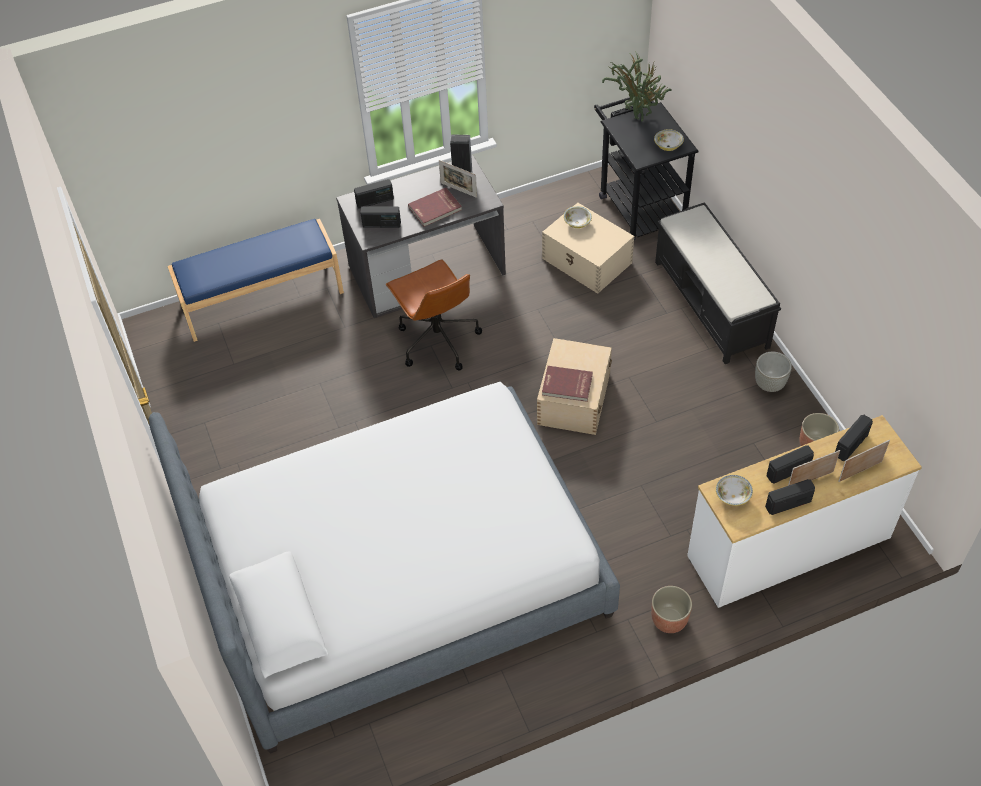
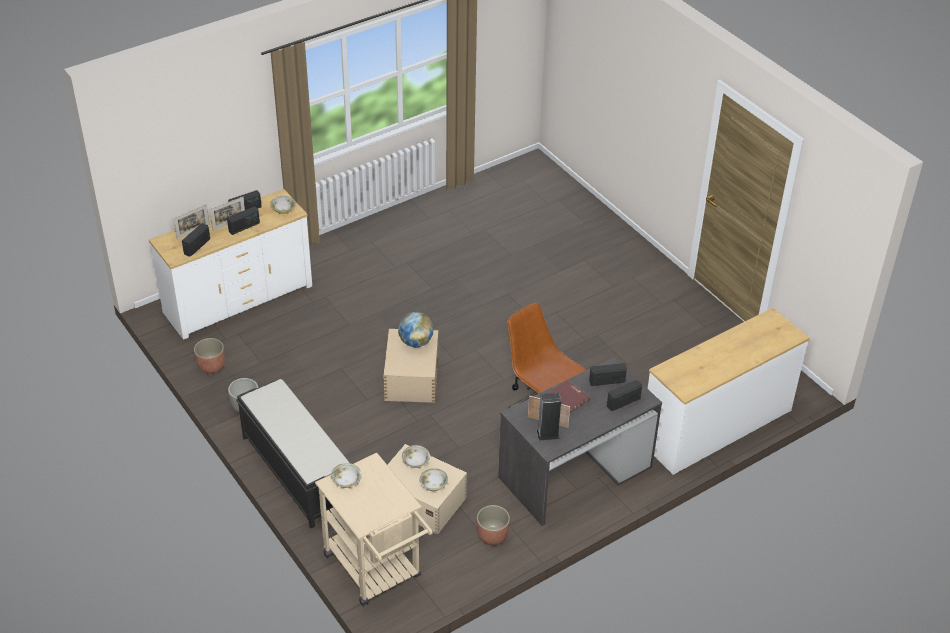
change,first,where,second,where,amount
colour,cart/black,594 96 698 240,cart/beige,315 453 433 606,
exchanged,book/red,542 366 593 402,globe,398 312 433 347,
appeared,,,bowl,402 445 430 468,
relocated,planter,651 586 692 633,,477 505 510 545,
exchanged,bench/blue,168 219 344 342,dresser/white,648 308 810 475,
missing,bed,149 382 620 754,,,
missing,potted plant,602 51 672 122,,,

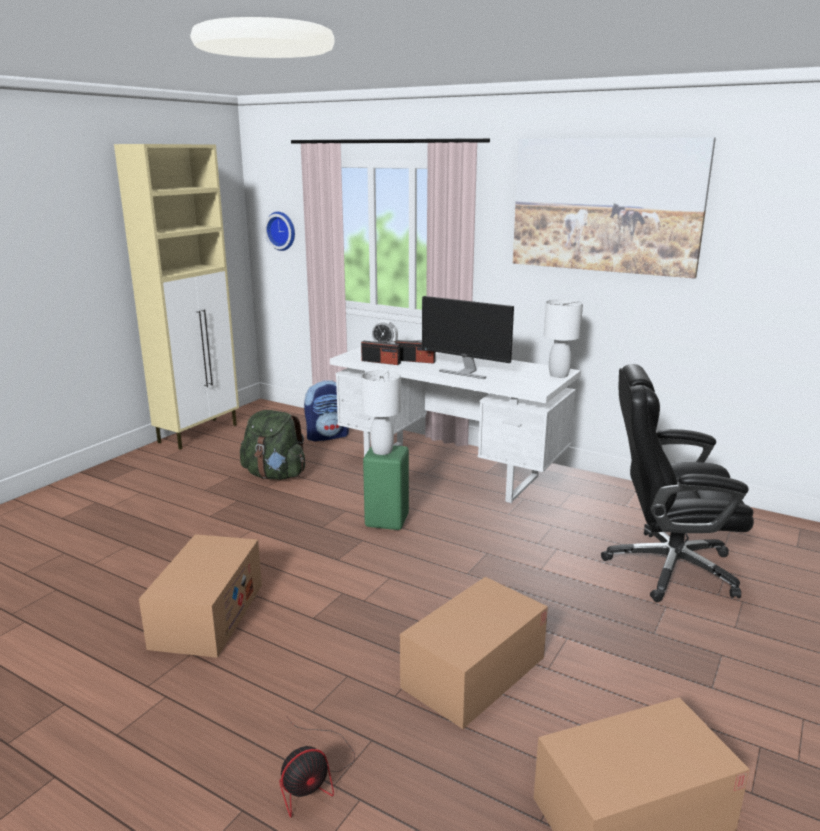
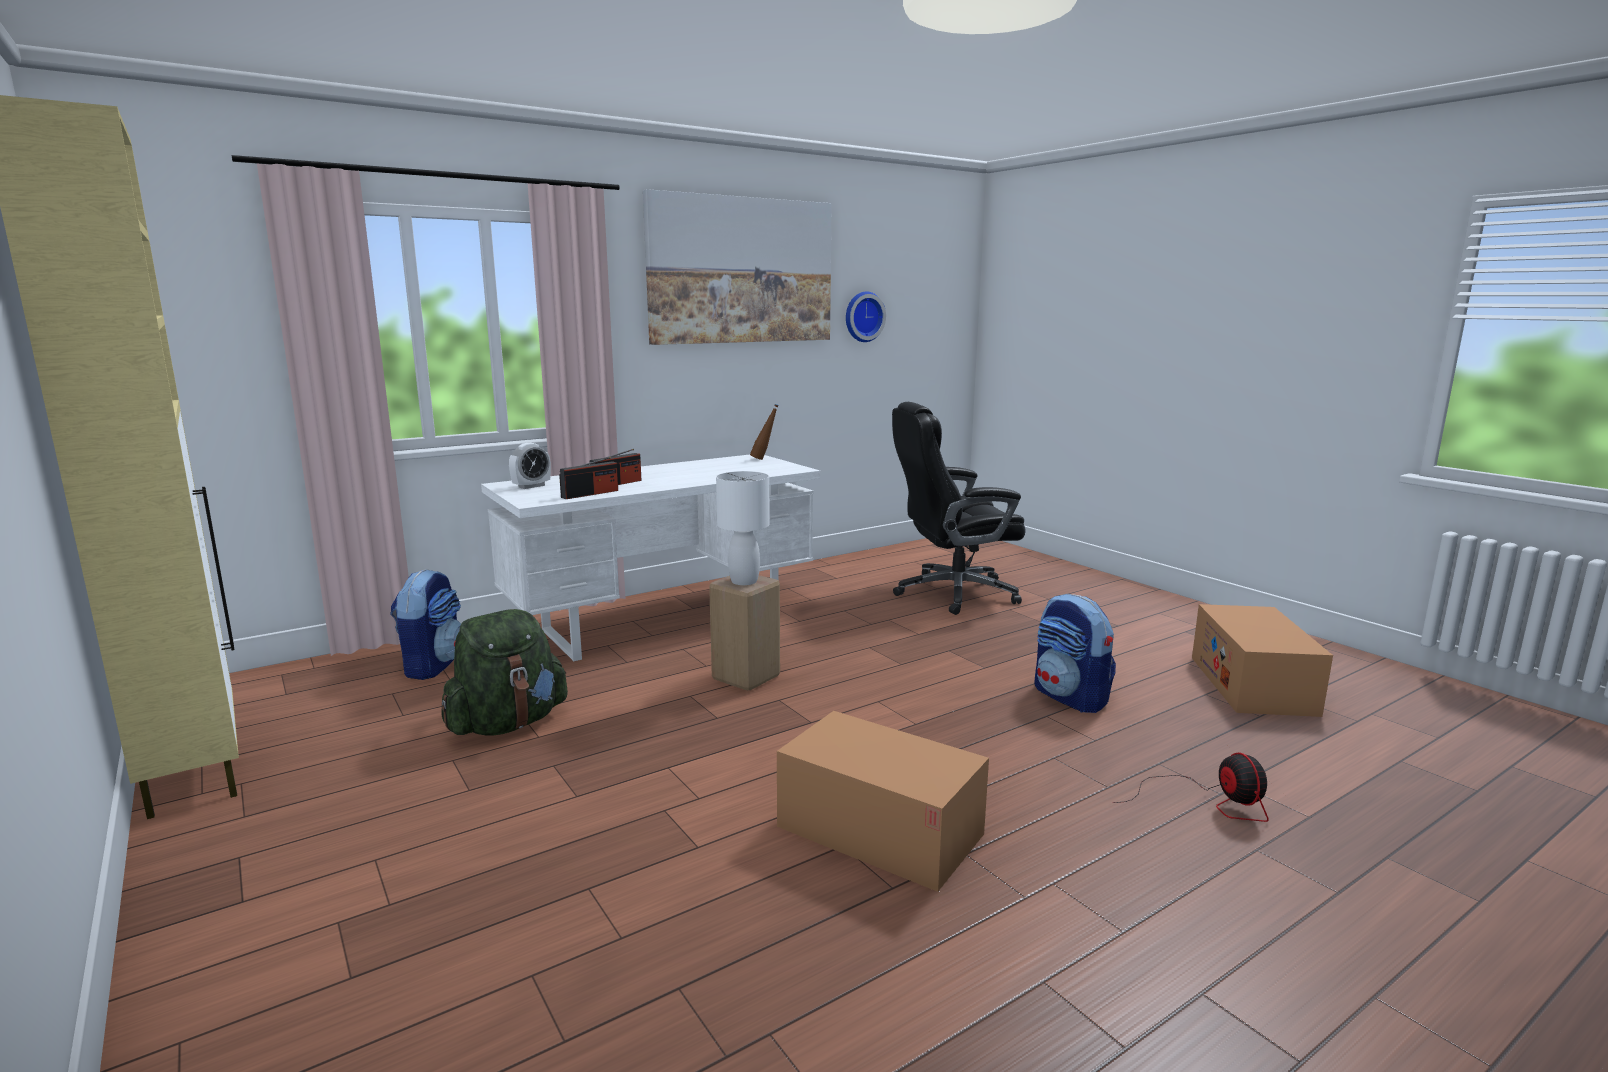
change,first,where,second,where,amount
colour,stool/green,363 445 409 530,stool/beige,709 575 780 690,
exchanged,table lamp/white,544 299 583 378,bottle/brown,750 404 779 460,
relocated,wall clock,264 212 295 251,,846 292 886 342,
spun,office chair/black,601 364 754 602,,892 402 1025 615,45 degrees clockwise
exchanged,cardboard box,400 577 548 729,backpack,1034 594 1116 713,
missing,monitor,422 296 514 379,,,

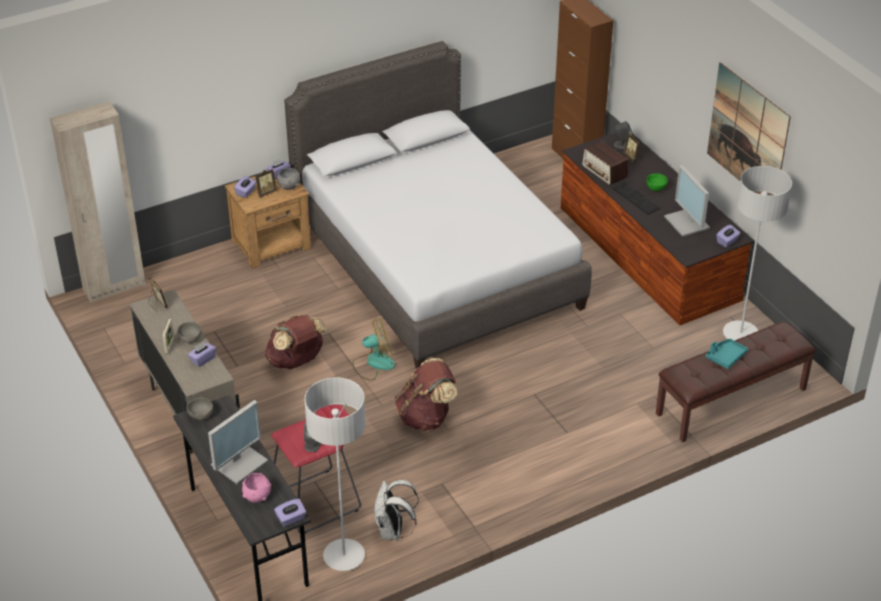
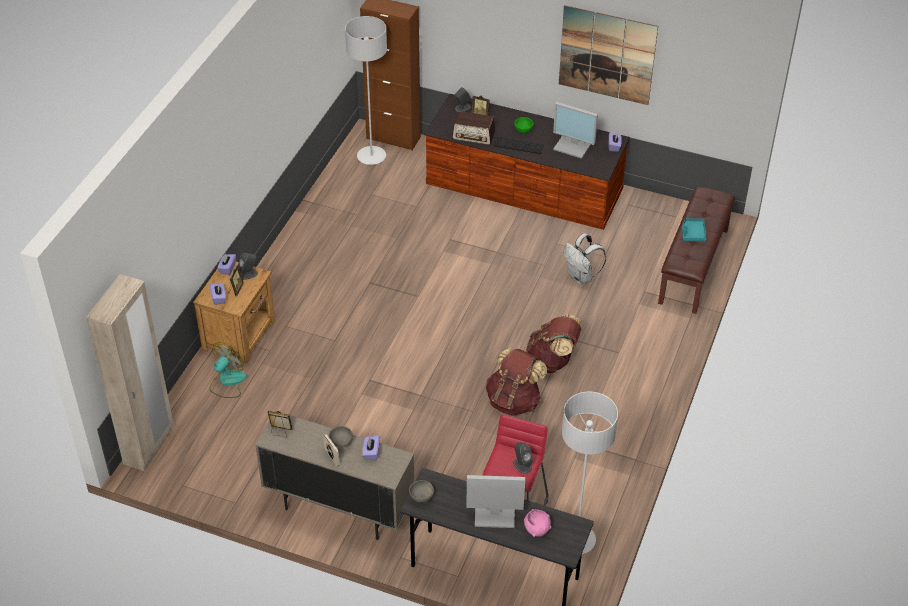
change,first,where,second,where,amount
relocated,fan,352 318 395 381,,209 342 247 398,
exchanged,bowl/grey,277 168 300 190,speaker/grey,238 253 258 280,
relocated,floor lamp/grey,723 166 792 341,,345 16 387 165,
spun,monitor,208 400 268 484,,466 475 525 528,90 degrees counterclockwise
relocated,backpack/brown,265 315 328 369,,526 314 581 373,
relocated,backpack/white,374 480 419 540,,564 233 606 284,
missing,tissue box/purple,274 499 306 527,,,
missing,bed/grey,284 41 592 369,,,

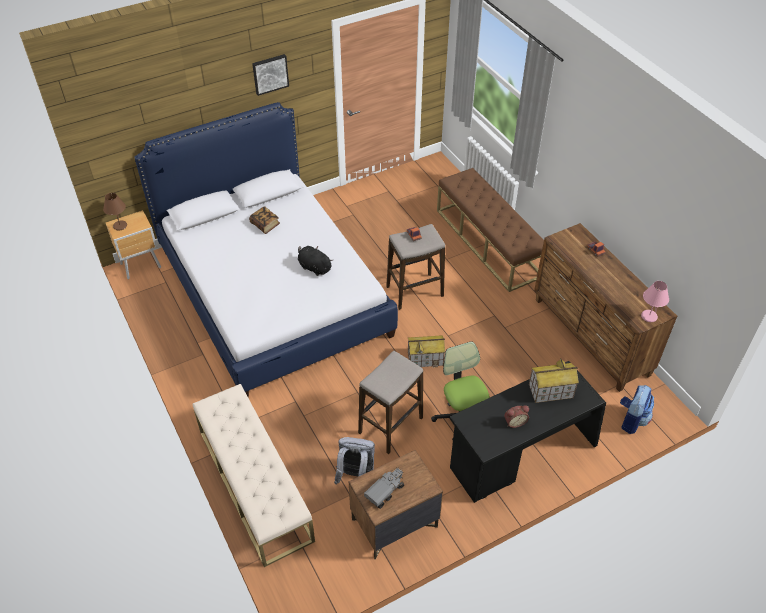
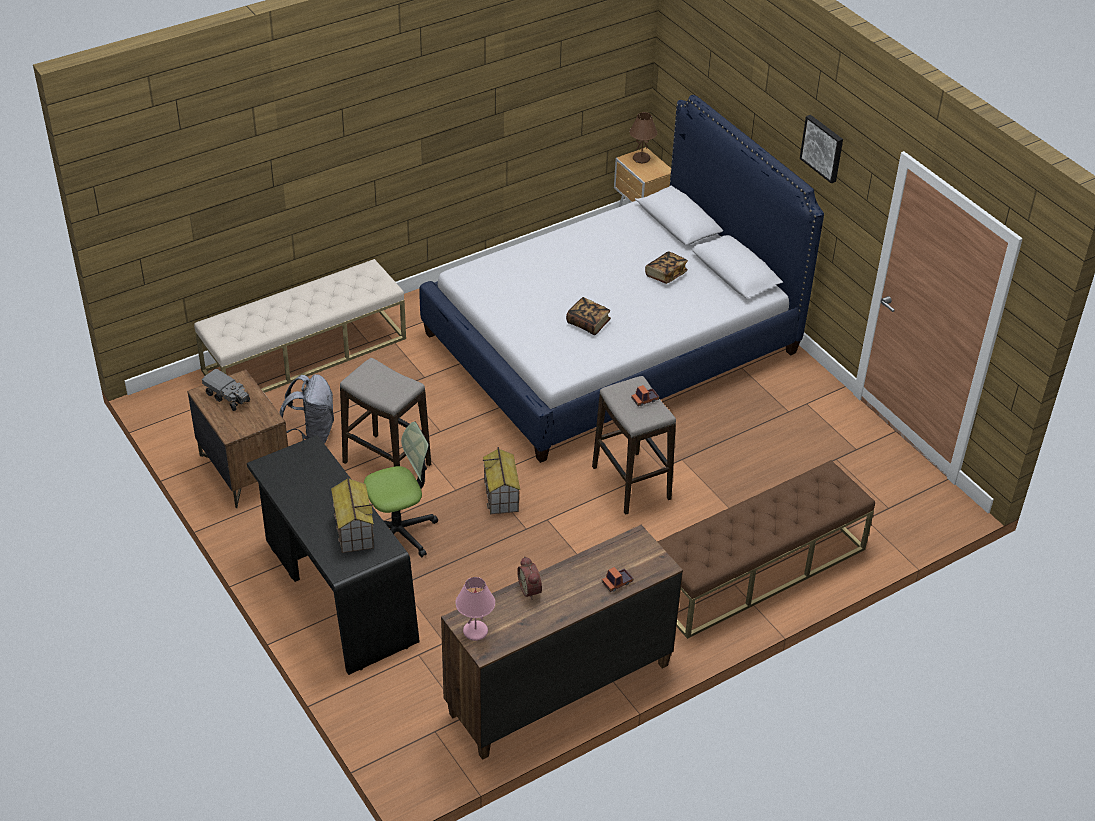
change,first,where,second,where,amount
relocated,alarm clock,504 405 529 428,,517 556 542 600,
exchanged,plush toy/black,298 246 333 276,book,566 297 611 335,
missing,backpack,620 385 654 434,,,

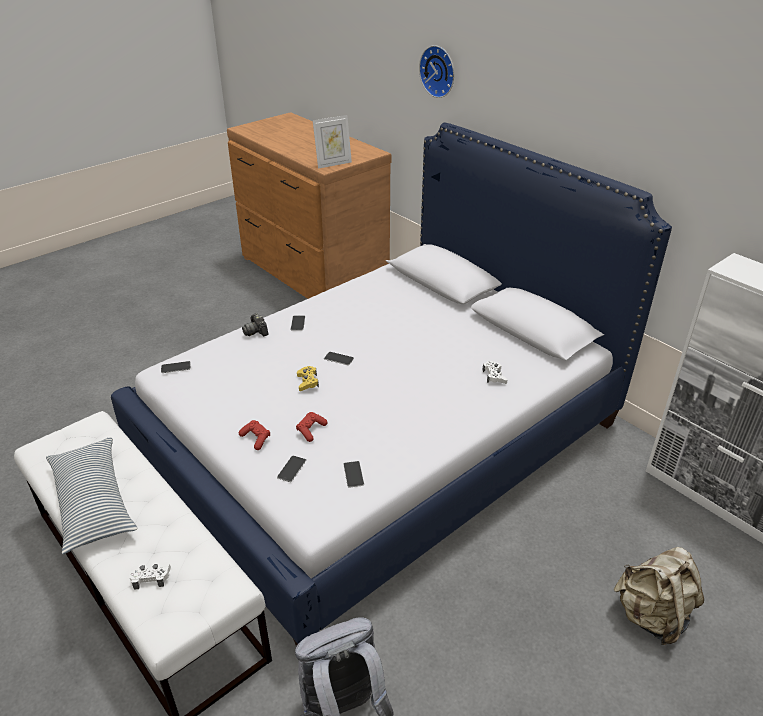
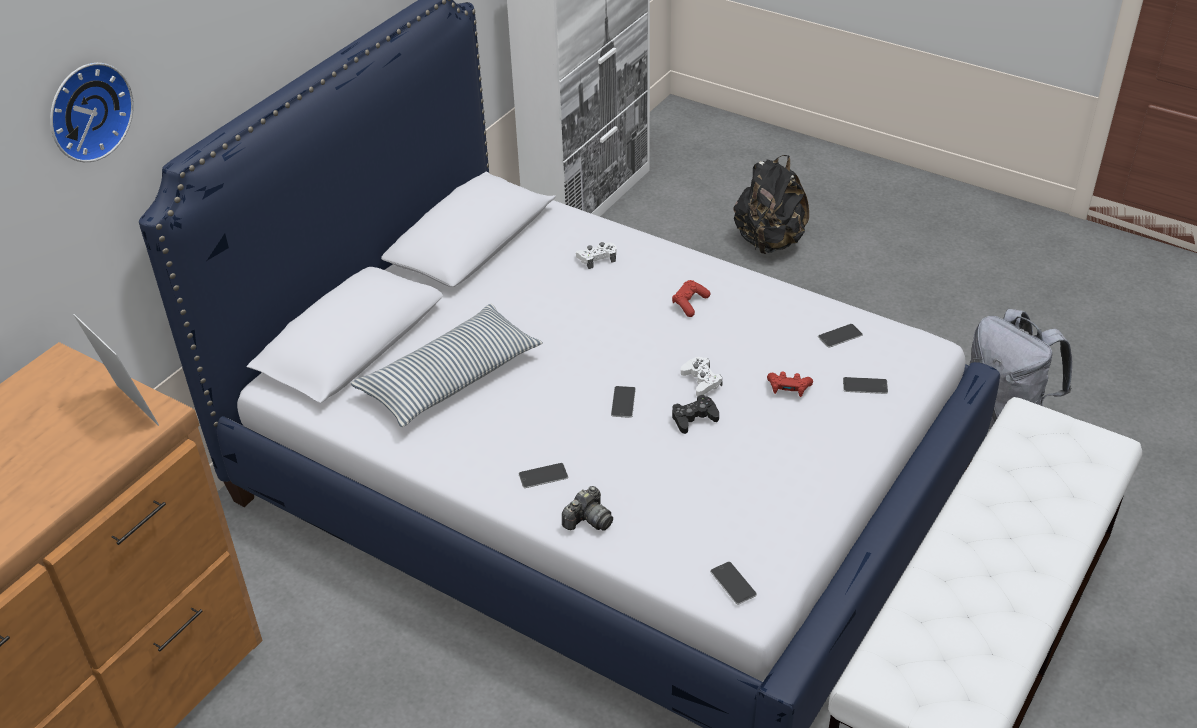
change,first,where,second,where,amount
relocated,pillow,46 437 137 554,,351 304 543 427,
relocated,game controller/red,239 420 270 450,,672 280 710 317,
colour,game controller/yellow,297 366 319 391,game controller/black,672 395 719 434,
relocated,game controller/white,129 562 171 590,,681 357 723 396,
colour,backpack/beige,614 547 704 645,backpack/black,734 155 809 254,

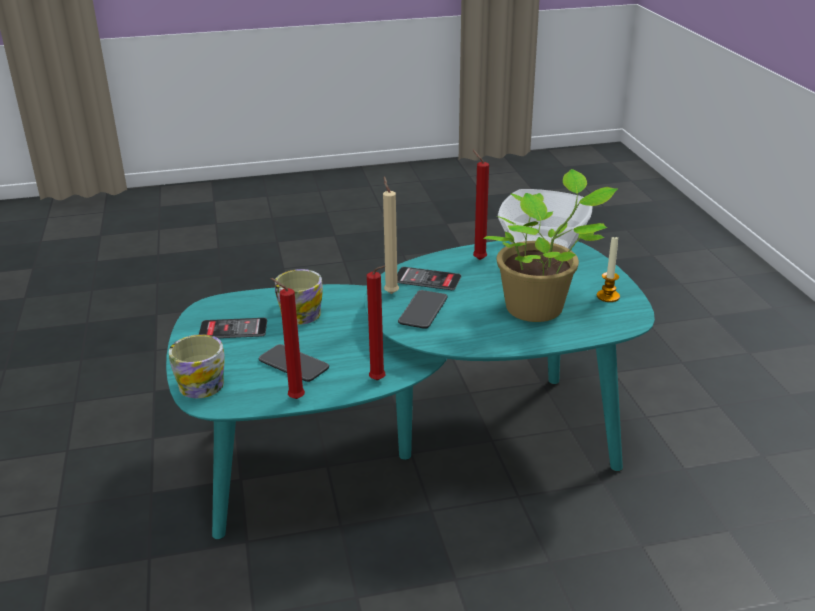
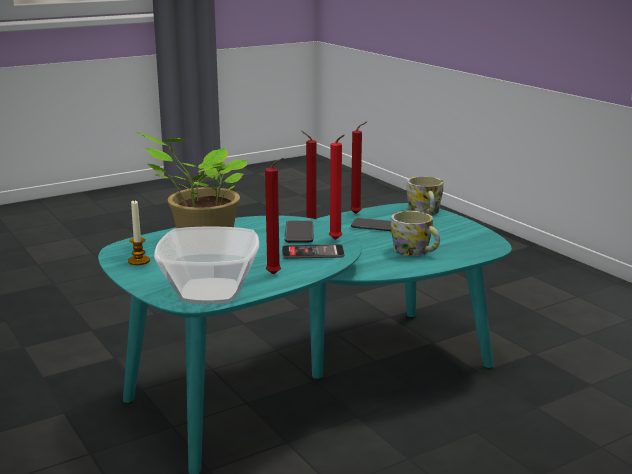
change,first,where,second,where,amount
colour,candle/beige,383 176 399 294,candle/red,329 135 345 240,
missing,phone,199 318 267 338,,,

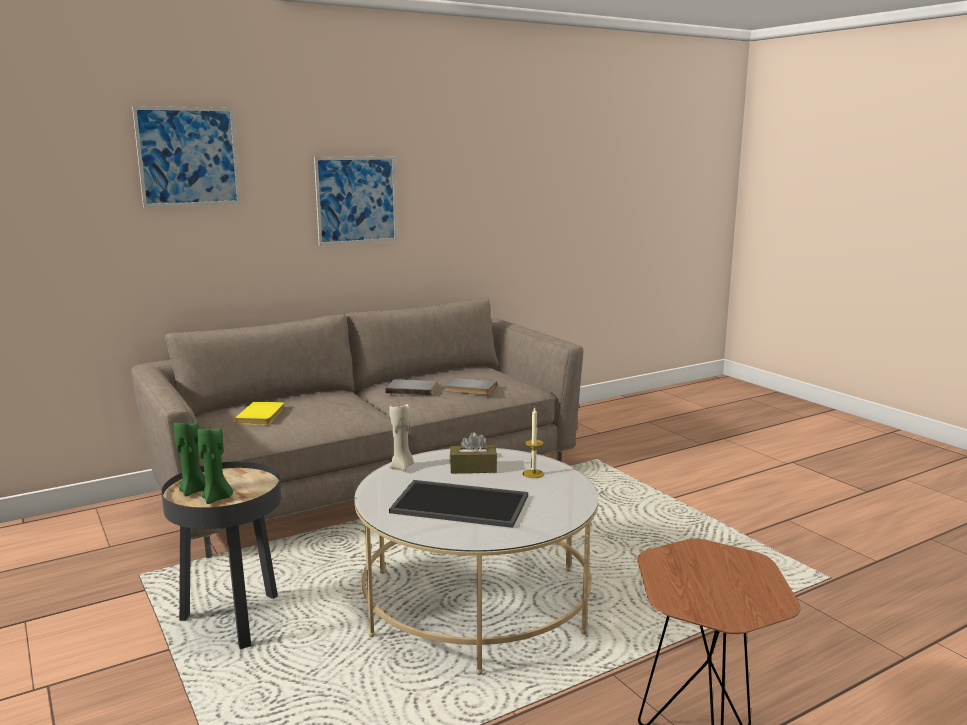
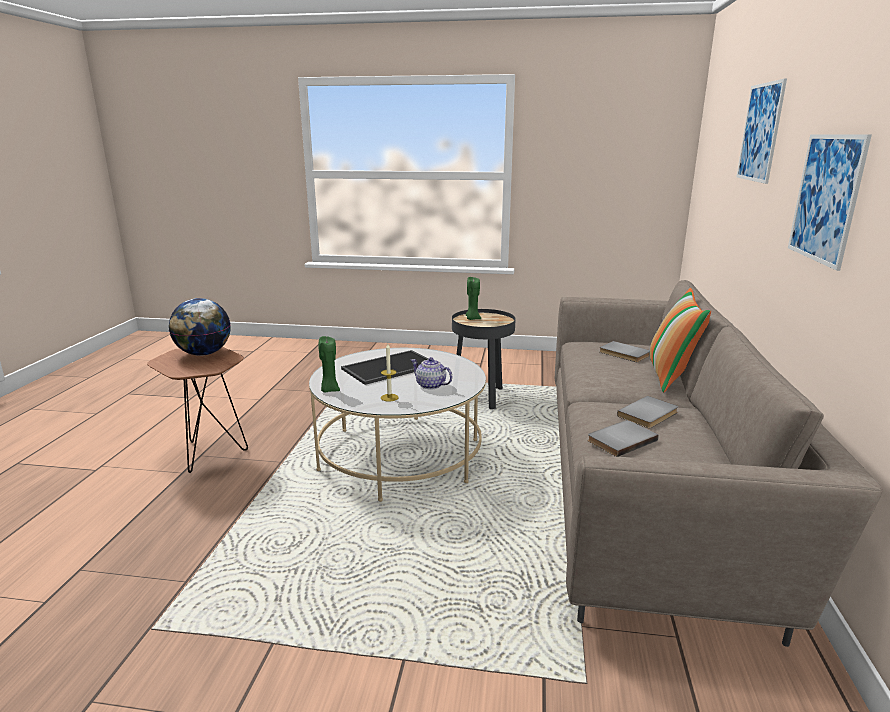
change,first,where,second,where,amount
appeared,,,globe,169 298 231 356,
relocated,candle/green,174 421 205 496,,319 336 340 393,
exchanged,tissue box/brown,450 432 497 473,teapot,411 357 452 390,
colour,book/yellow,235 402 285 425,book/grey,599 341 650 362,
appeared,,,pillow,650 288 711 392,
missing,candle/beige,389 401 414 471,,,

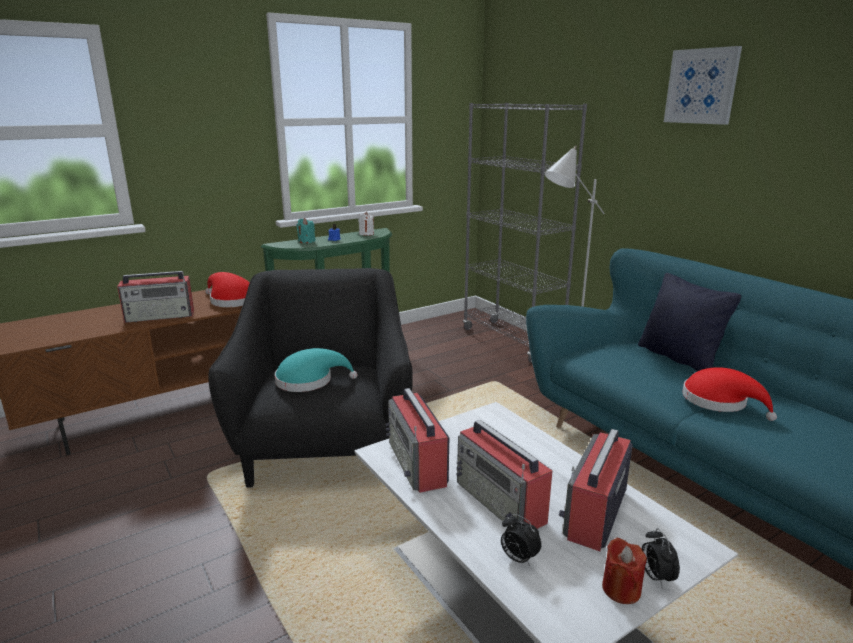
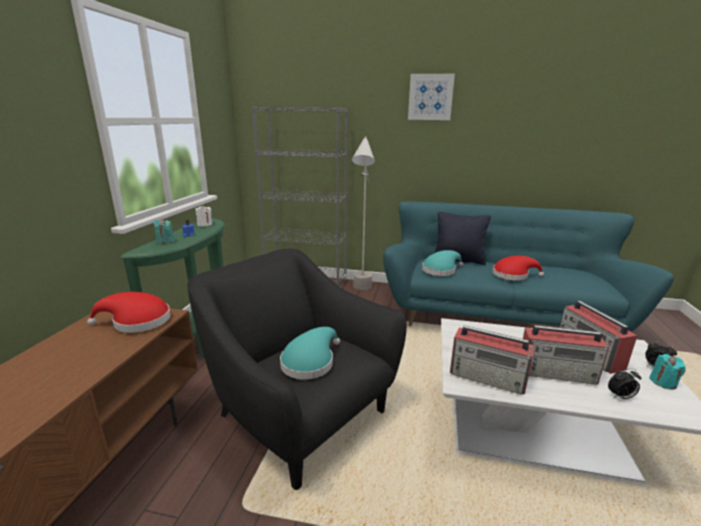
change,first,where,second,where,amount
appeared,,,hat/turquoise,422 250 464 276,
colour,candle/red,602 537 647 604,candle/turquoise,649 354 686 390,
missing,radio,117 271 194 323,,,

